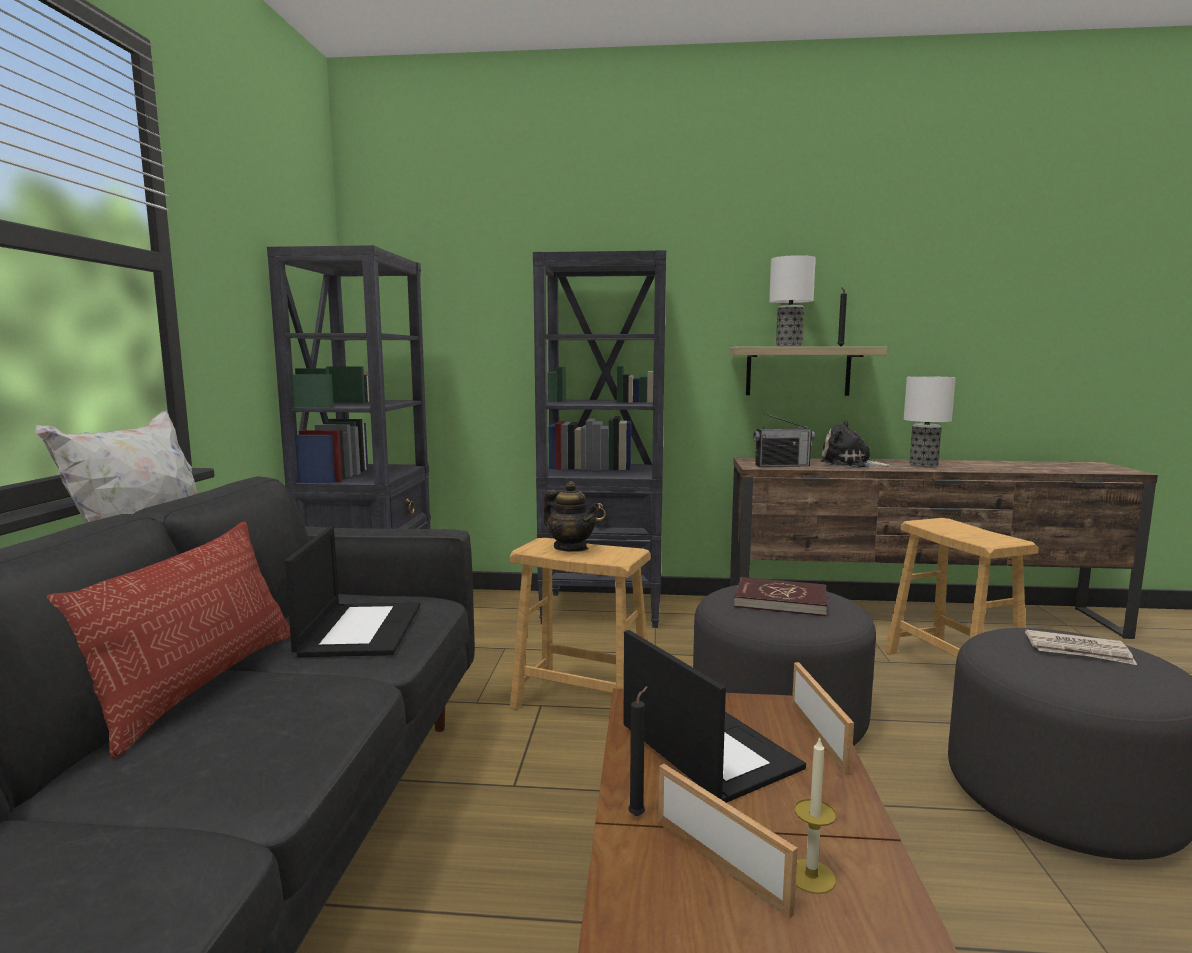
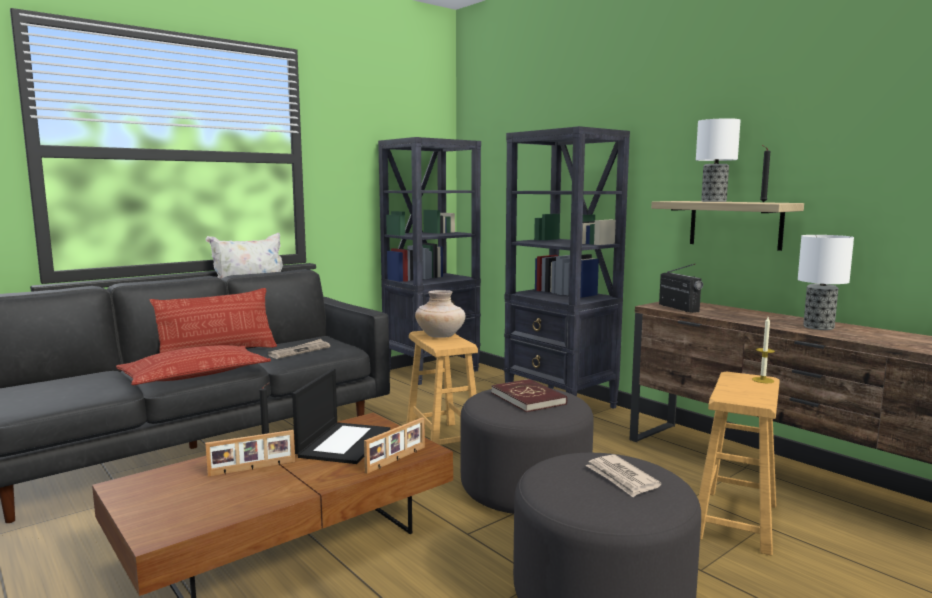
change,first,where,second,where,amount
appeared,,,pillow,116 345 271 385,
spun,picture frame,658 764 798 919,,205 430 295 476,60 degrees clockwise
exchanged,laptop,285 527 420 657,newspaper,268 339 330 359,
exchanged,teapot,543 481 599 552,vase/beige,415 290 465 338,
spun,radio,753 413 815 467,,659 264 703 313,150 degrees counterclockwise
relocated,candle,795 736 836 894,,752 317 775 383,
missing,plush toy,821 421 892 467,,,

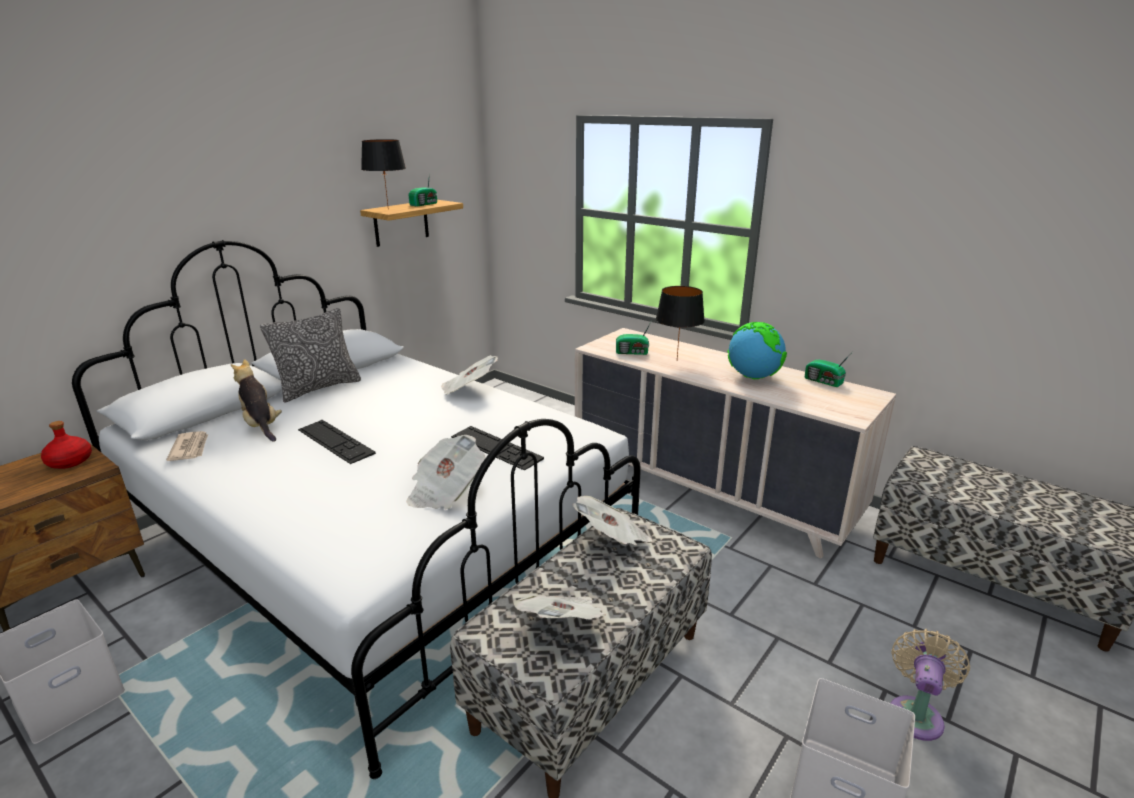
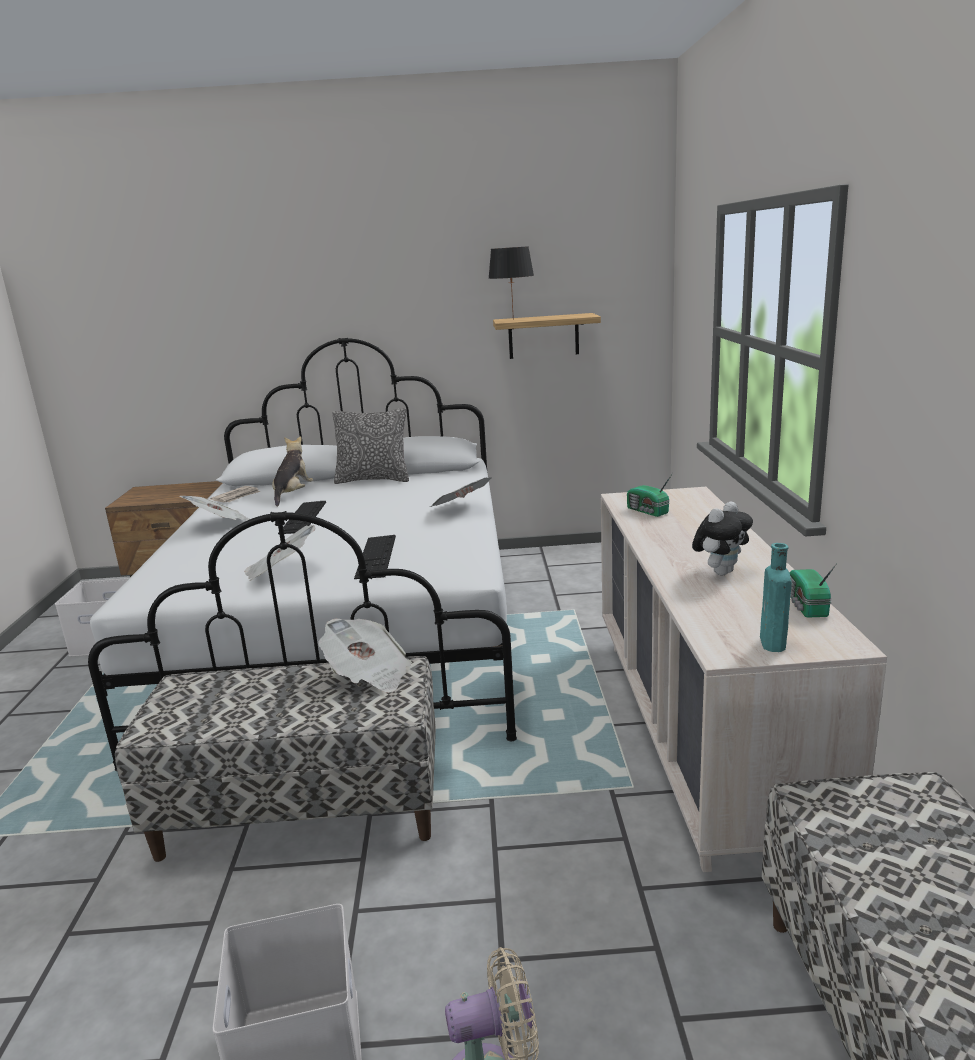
change,first,where,second,where,amount
relocated,newspaper,513 594 606 619,,180 496 250 520,
exchanged,globe,727 322 787 379,plush toy,692 501 753 575,
appeared,,,bottle/turquoise,760 543 792 652,
missing,bottle/red,41 421 92 469,,,
missing,radio,408 173 437 207,,,
missing,table lamp/black,656 286 705 359,,,

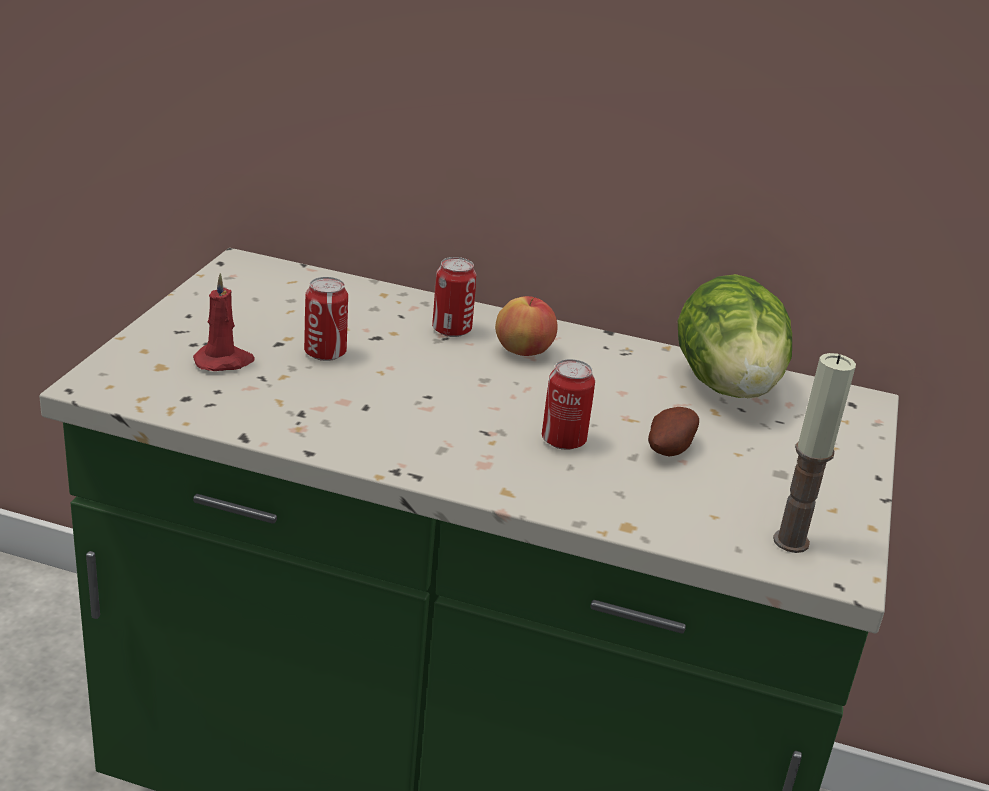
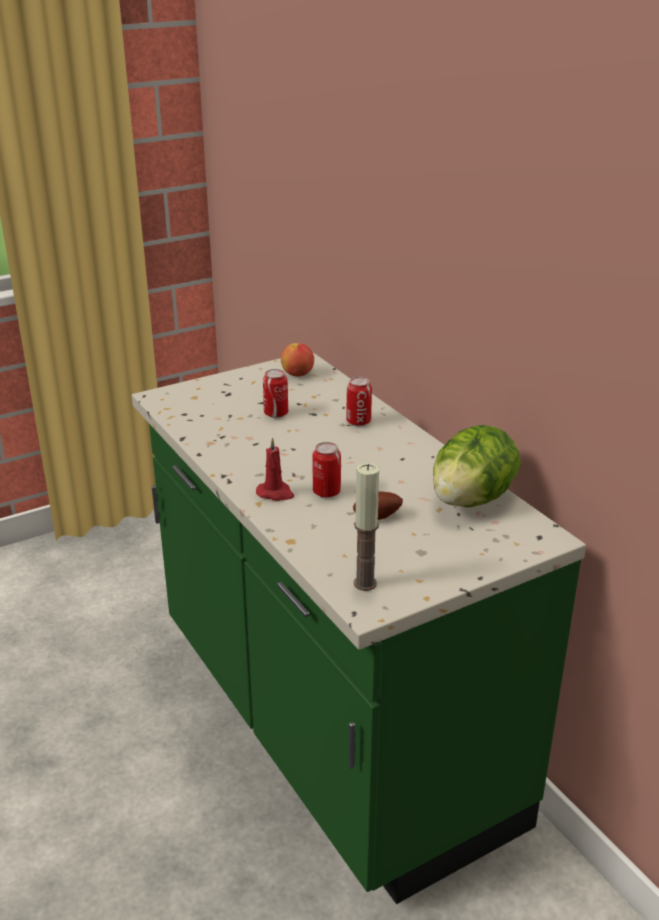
change,first,where,second,where,amount
relocated,candle/red,193 273 255 371,,256 437 294 501,
relocated,apple,495 296 557 356,,281 343 314 376,

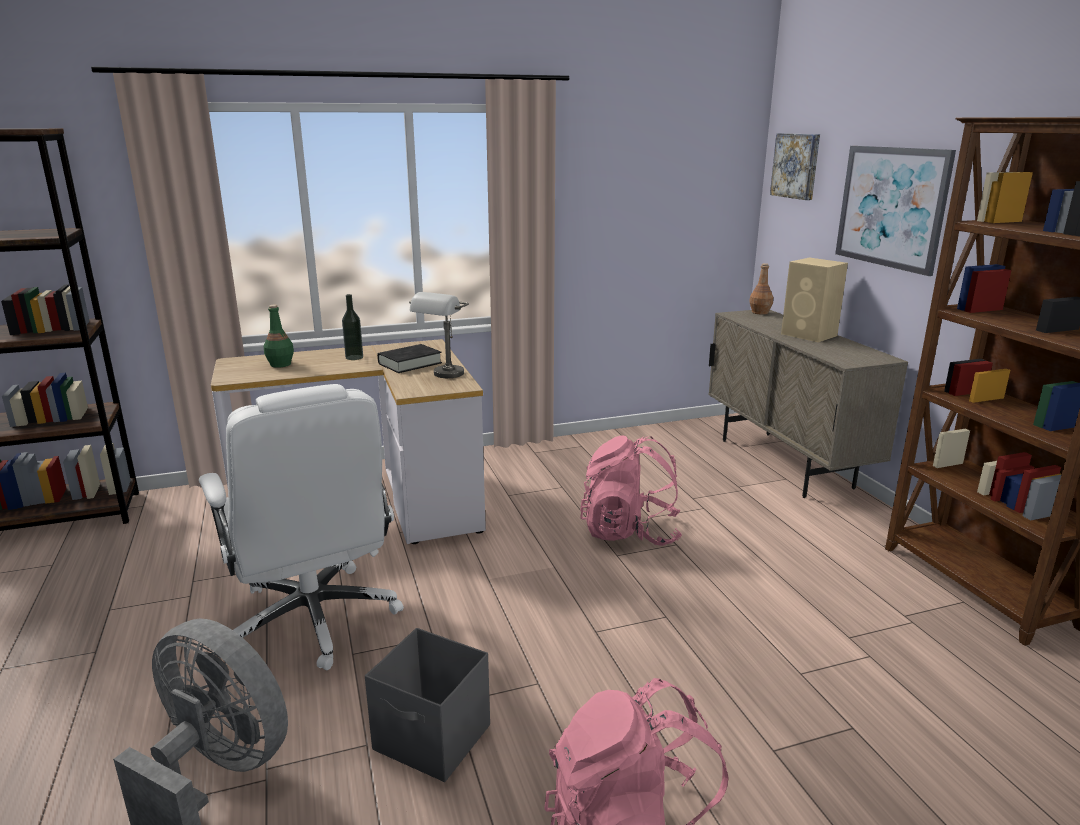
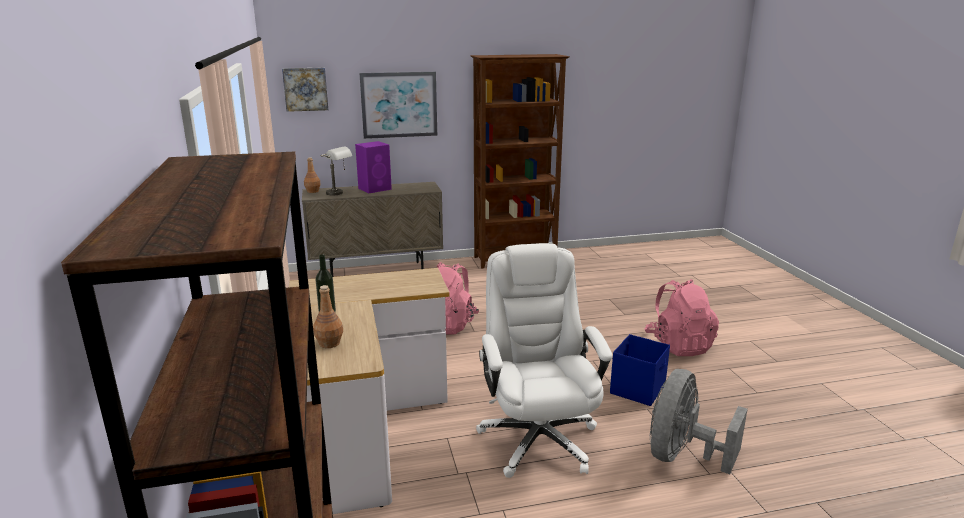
change,first,where,second,where,amount
colour,bottle/green,264 304 294 368,bottle/brown,313 285 343 348,
relocated,table lamp/grey,409 292 469 378,,321 147 352 195,
colour,speaker/beige,781 258 848 342,speaker/purple,355 141 392 193,
spun,office chair/white,199 384 404 670,,476 243 612 478,75 degrees counterclockwise
colour,storage box/grey,365 628 490 782,storage box/blue,610 334 670 406,
missing,book/black,377 344 442 373,,,

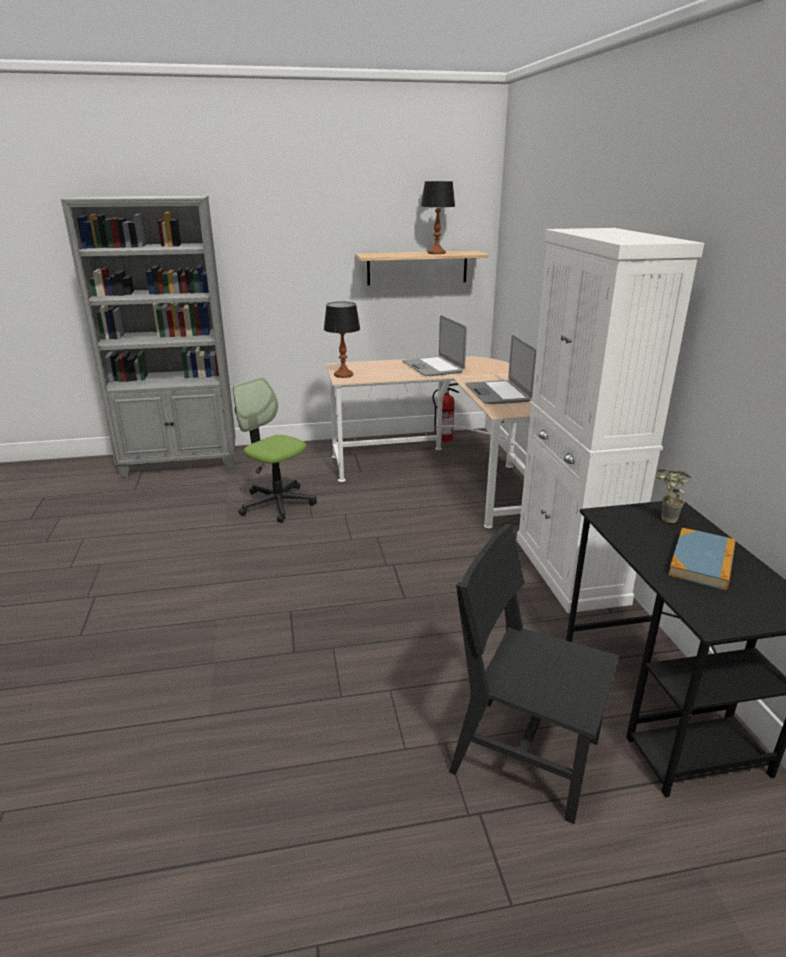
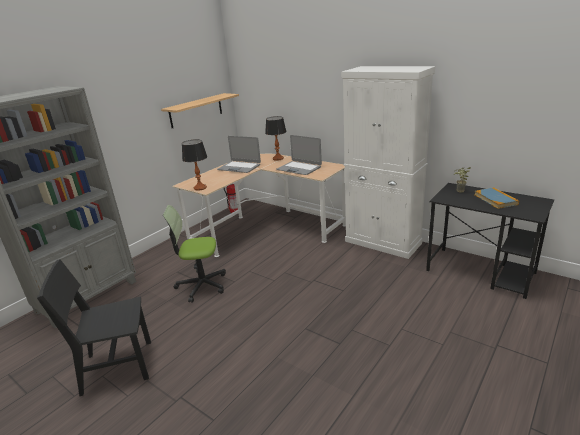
change,first,where,second,where,amount
relocated,chair/black,449 524 619 824,,37 259 151 396,
relocated,table lamp,421 181 455 254,,265 116 286 161,

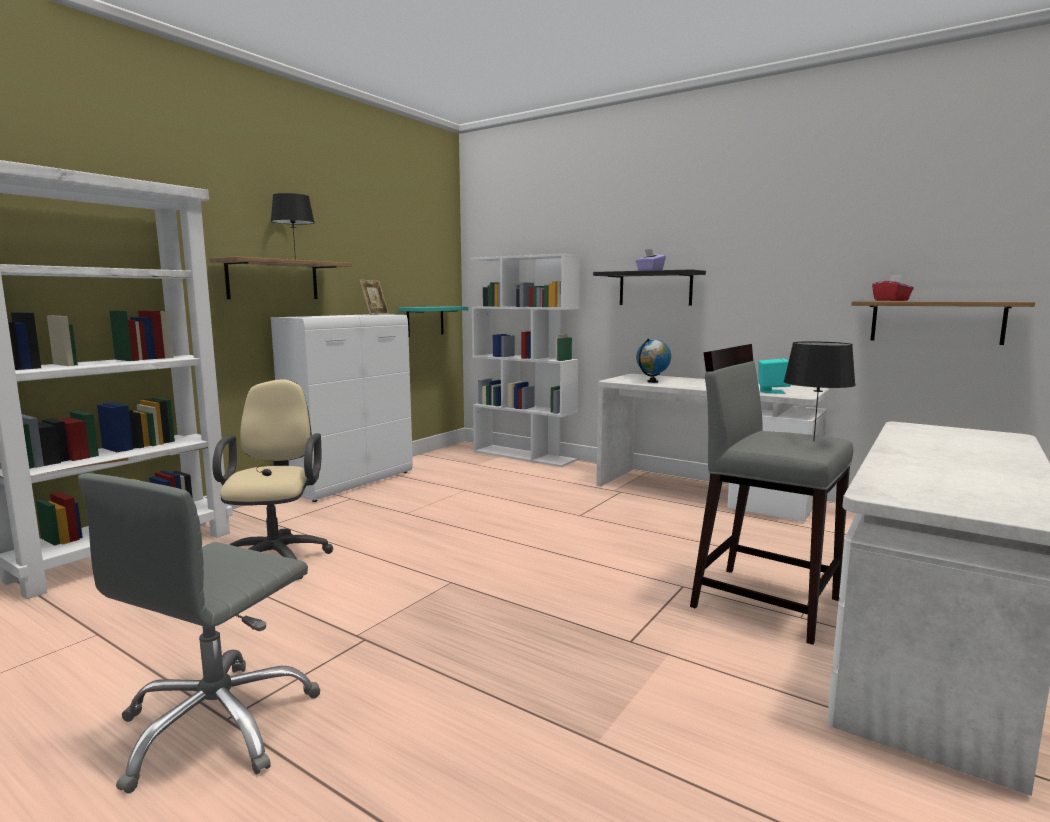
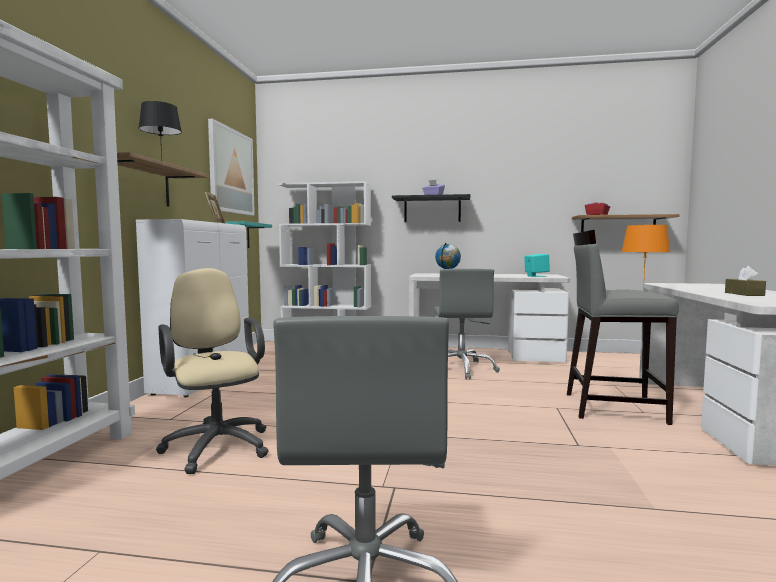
change,first,where,second,where,amount
appeared,,,picture,208 119 255 216,
appeared,,,office chair/grey,434 269 500 379,
colour,table lamp/black,783 341 856 441,table lamp/orange,621 225 670 291,
appeared,,,tissue box/brown,725 266 766 296,

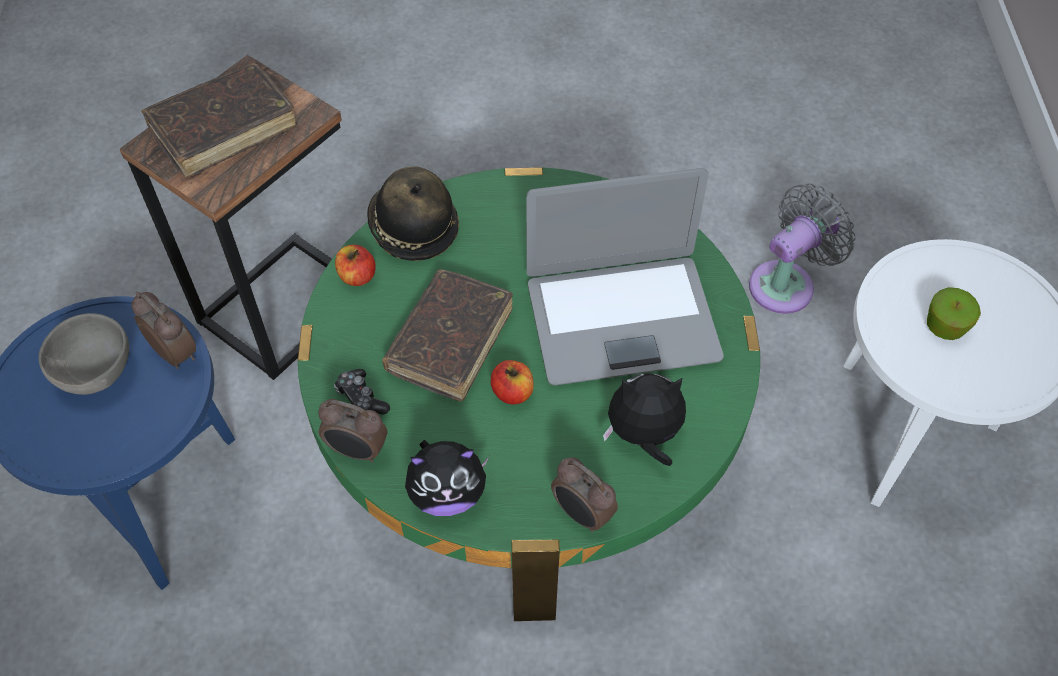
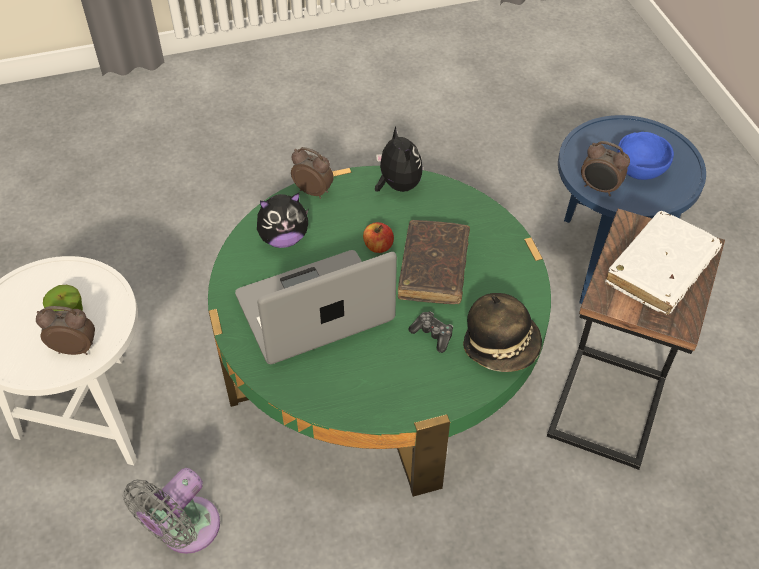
change,first,where,second,where,amount
relocated,alarm clock,318 399 387 463,,36 306 95 355,
spun,plush toy,405 440 489 516,,375 127 423 192,90 degrees clockwise
relocated,game controller,334 369 390 415,,409 311 453 353,
colour,book/brown,141 63 297 178,book/white,605 211 723 315,
colour,bowl/grey,39 313 129 395,bowl/blue,618 132 674 180,
missing,apple,335 245 376 286,,,

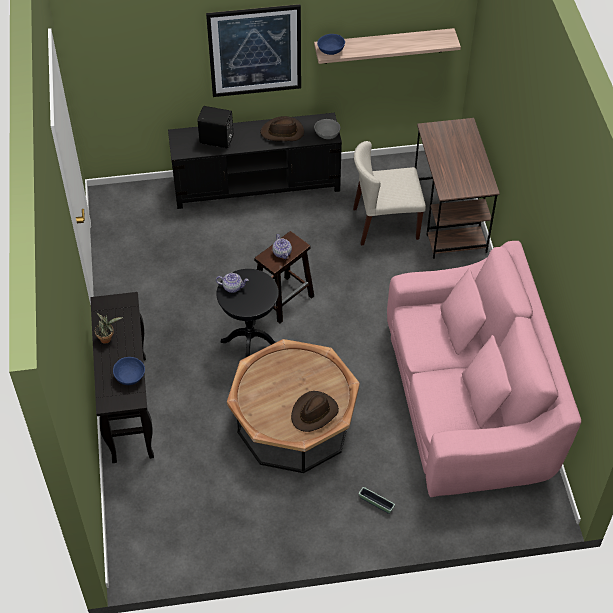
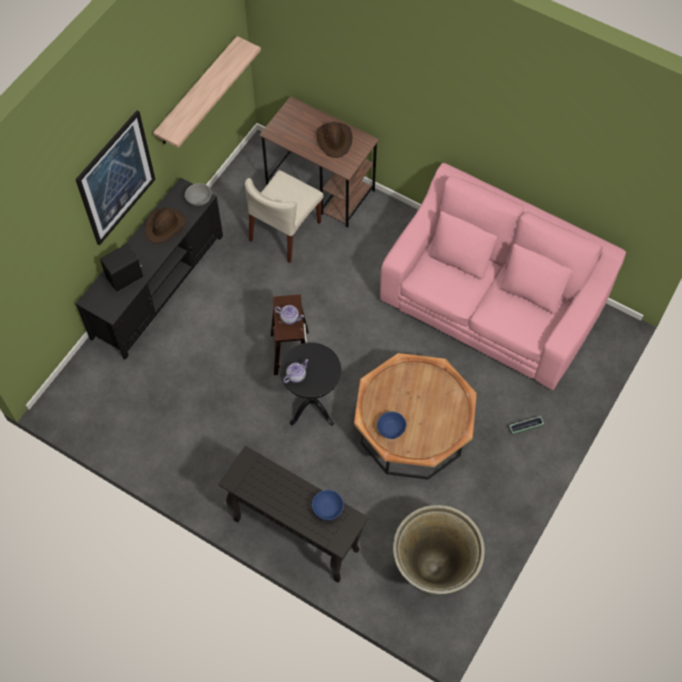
change,first,where,second,where,amount
relocated,hat/brown,291 391 339 432,,316 122 352 158,
relocated,bowl/blue,317 34 345 55,,377 412 406 439,
appeared,,,planter/grey,393 505 485 596,
missing,potted plant,95 313 123 344,,,

